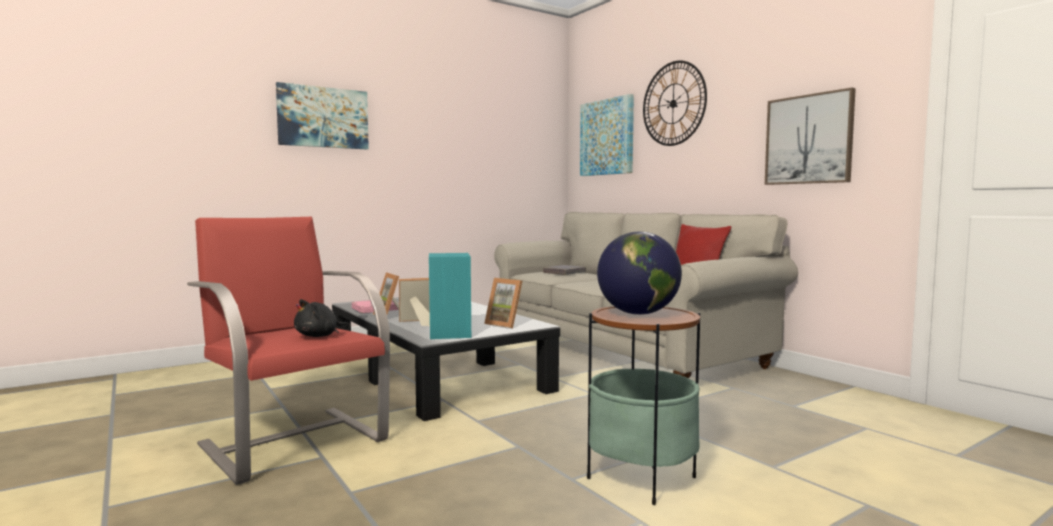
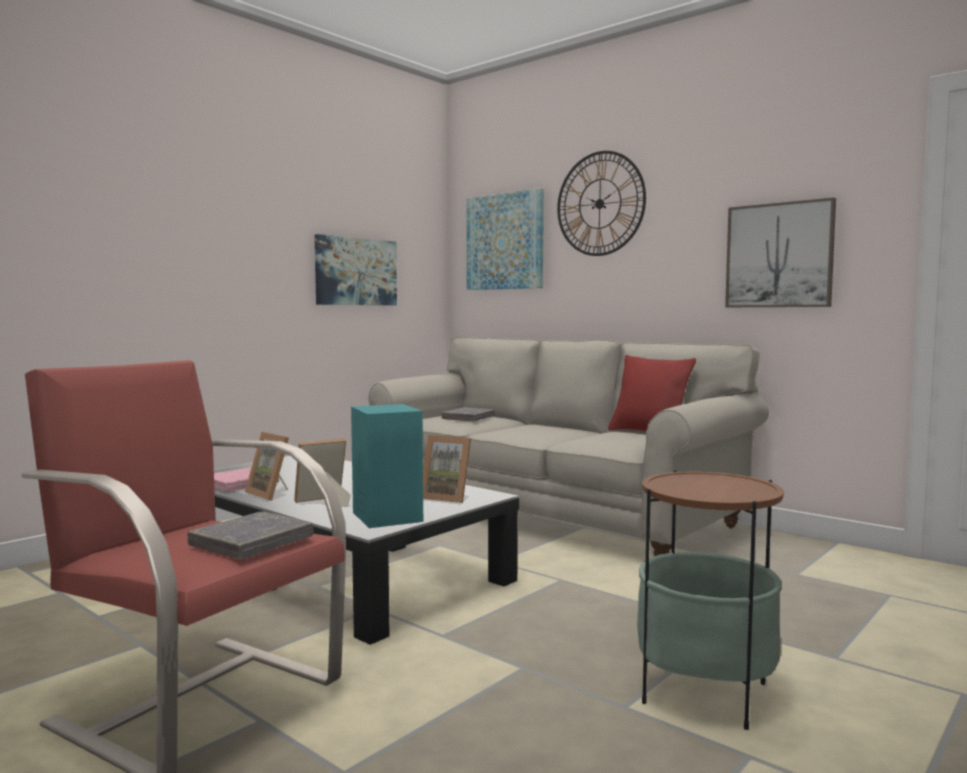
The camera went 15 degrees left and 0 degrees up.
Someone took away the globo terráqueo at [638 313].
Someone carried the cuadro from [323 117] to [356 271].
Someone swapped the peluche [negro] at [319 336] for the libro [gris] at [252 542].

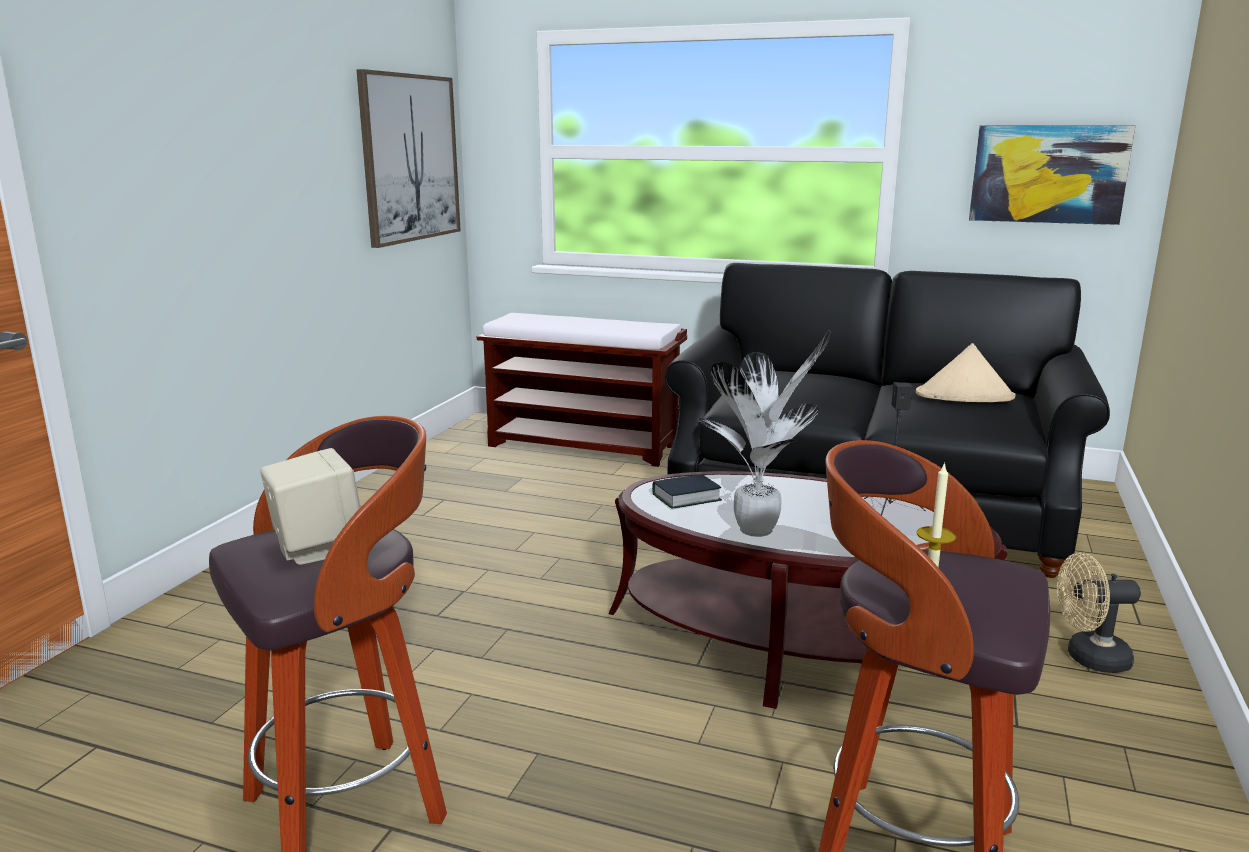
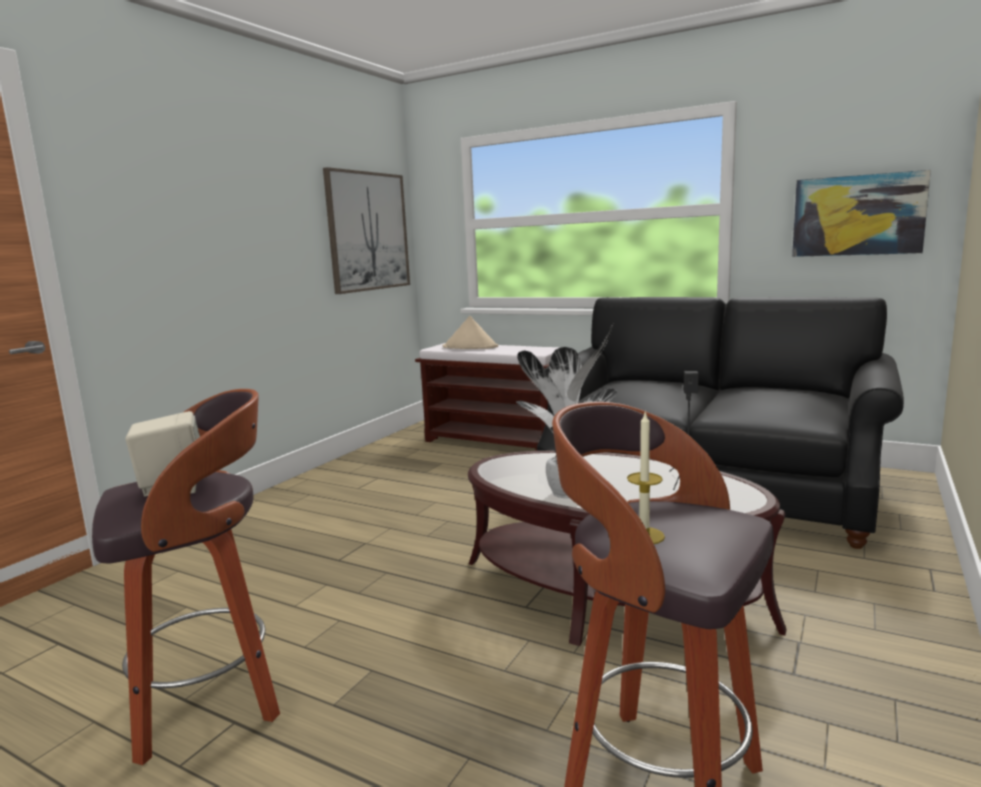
The camera went 10 degrees right and 5 degrees down.
Someone took away the libro at [686 497].
Someone took away the ventilador [beis] at [1088 658].
Someone carried the sombrero [beis] from [965 396] to [470 347].

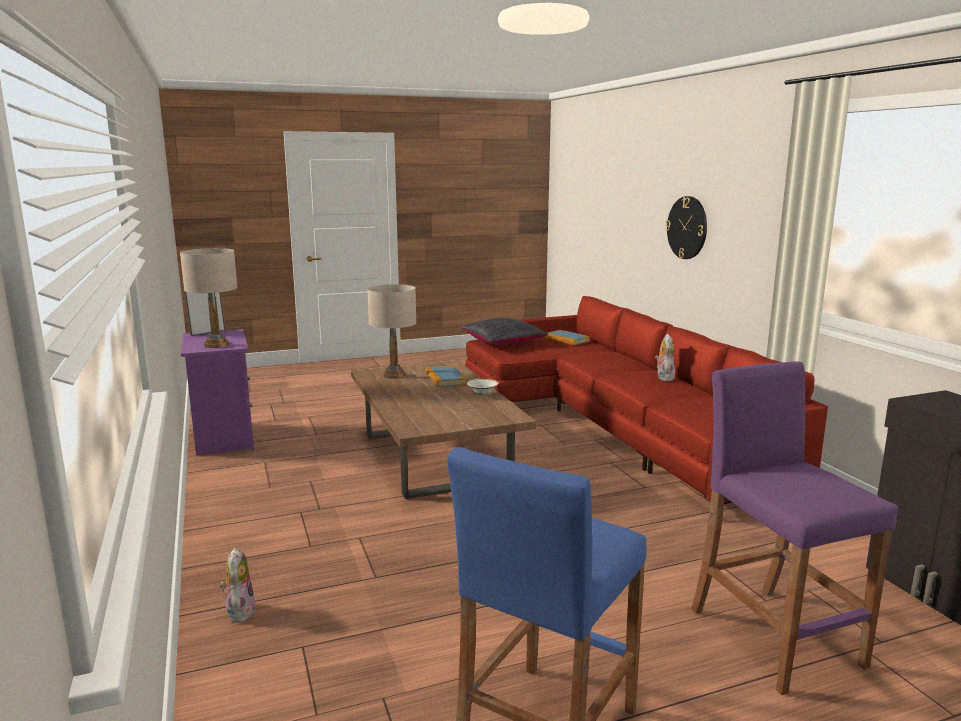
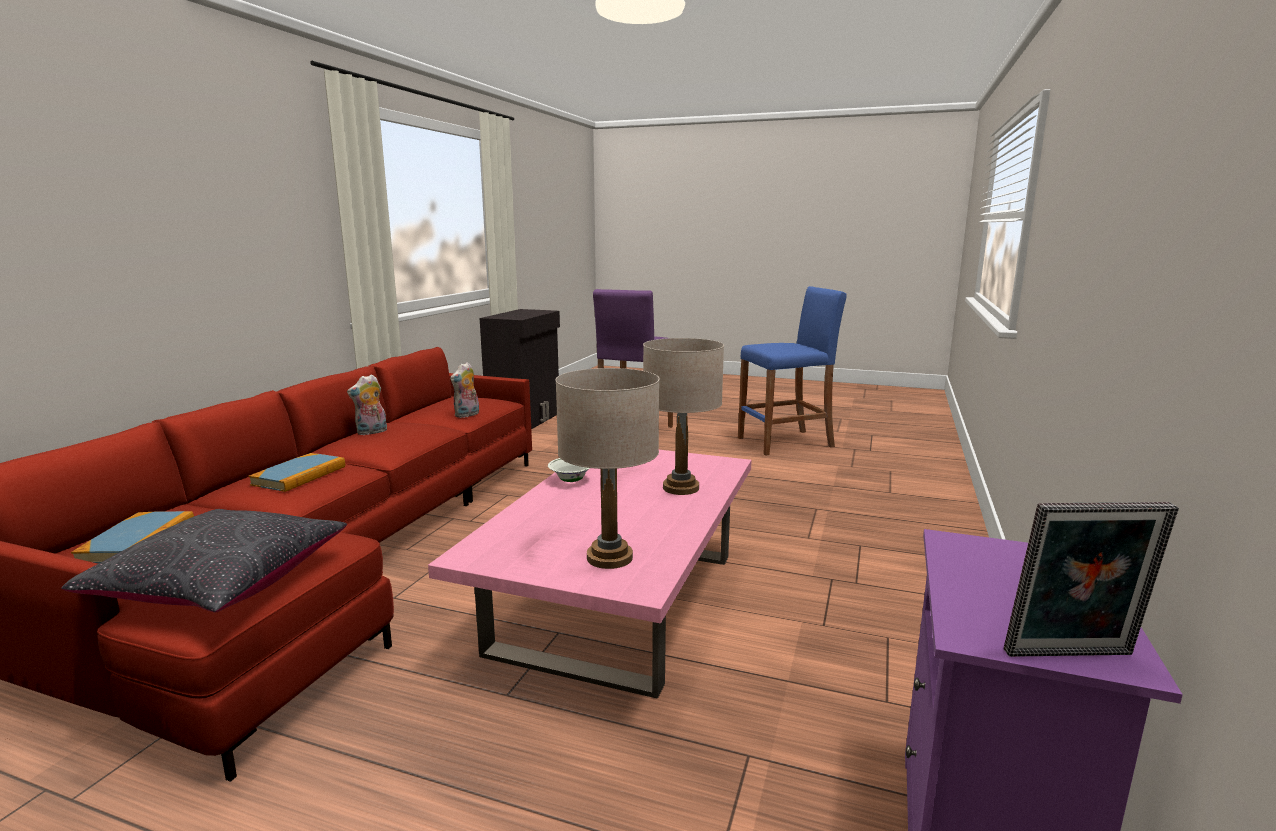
The camera went 140 degrees left and 0 degrees up.
Someone took away the reloj de pared at [687 227].
Someone carried the lámpara de mesa [beis] from [216 345] to [681 488].
Someone carried the peluche from [239 611] to [467 415].
Someone carried the libro from [445 379] to [299 475].
Someone repainted the mesa de centro [marrón] at [436 457], which became the mesa de centro [rosa] at [618 599].

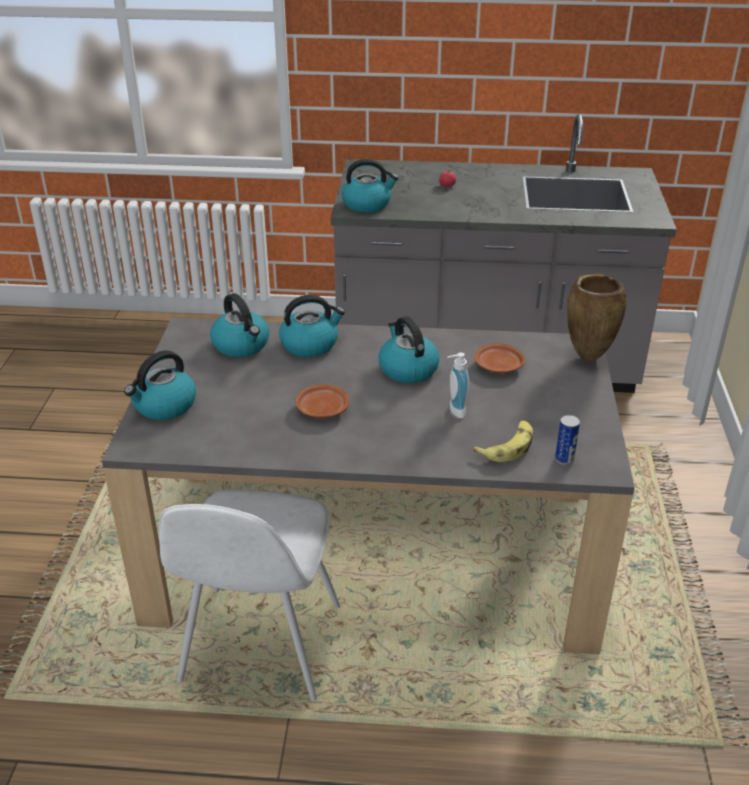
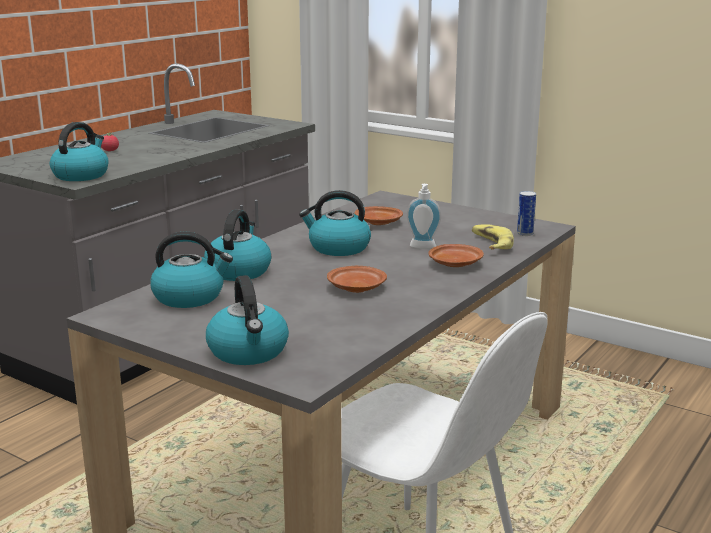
The camera went 60 degrees left and 15 degrees down.
Someone took away the florero [marrón] at [587 359].
Someone put down the plato [marrón] at [455 264].

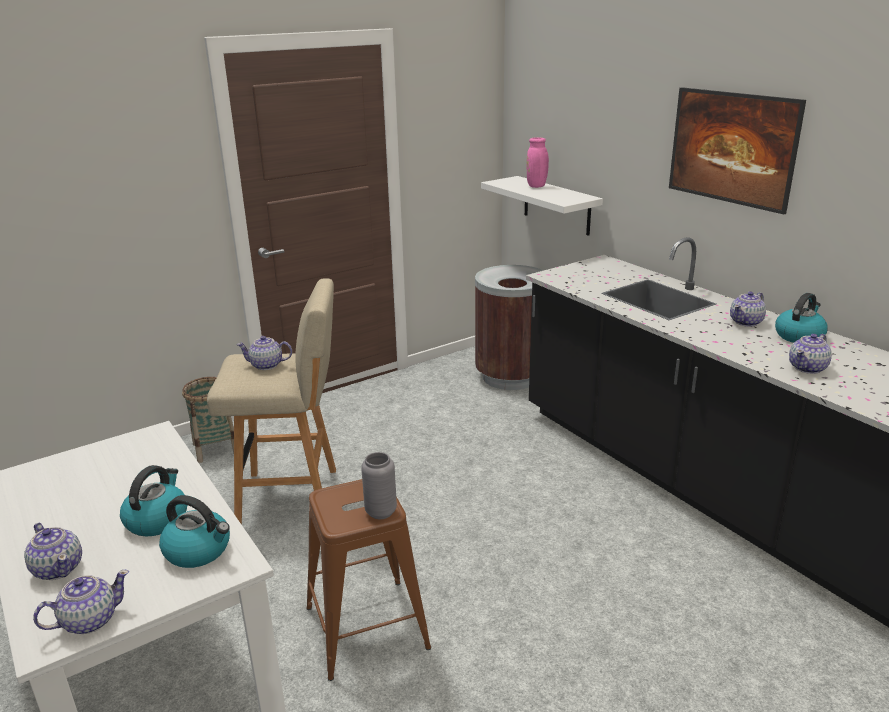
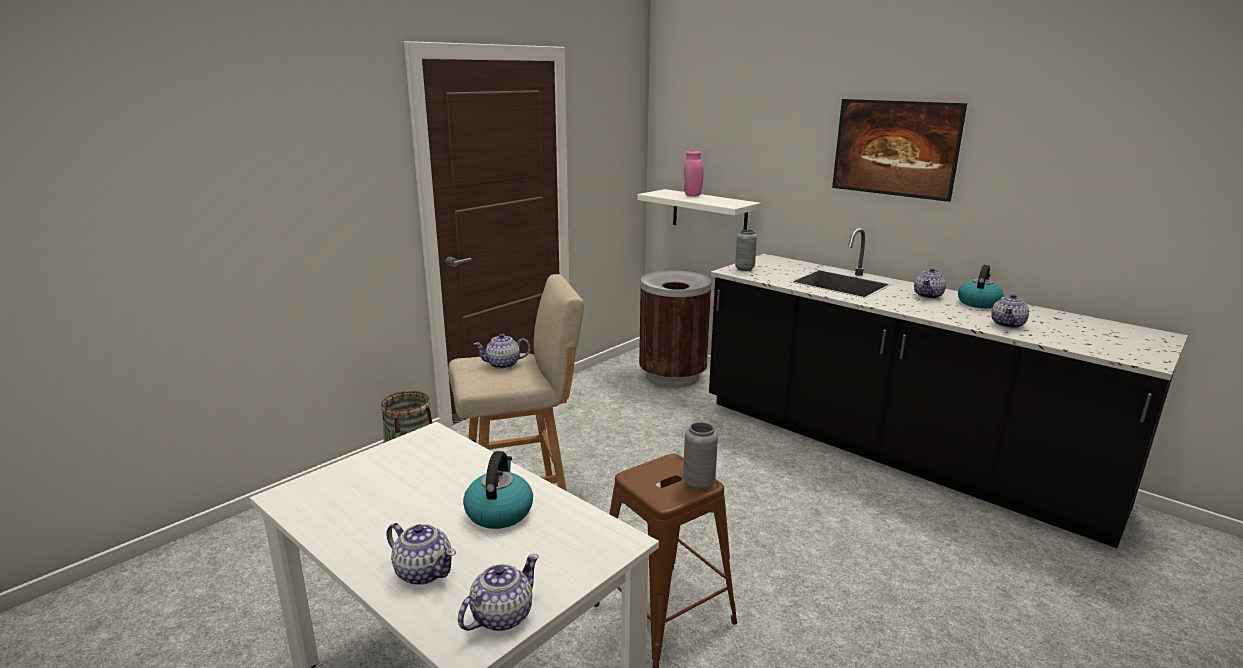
The camera went 15 degrees left and 5 degrees down.
Someone took away the hervidor at [199 550].
Someone put down the florero [gris] at [744 269].

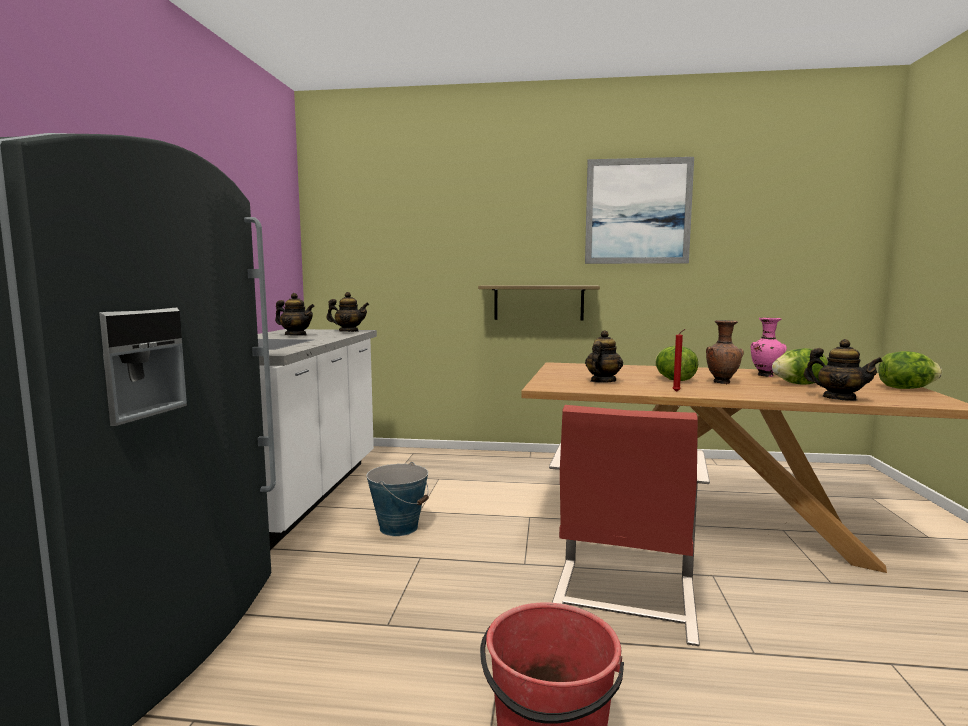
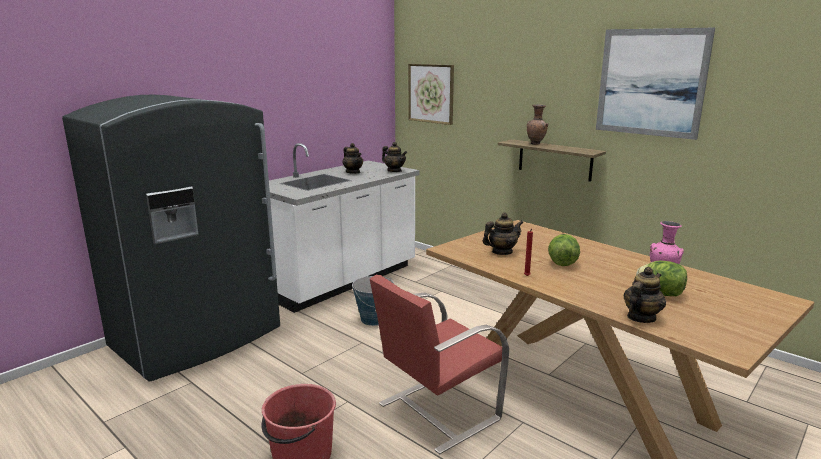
The camera went 35 degrees right and 10 degrees up.
Someone took away the lechuga at [905 388].
Someone put up the cuadro at [431 93].
Someone carried the florero [marrón] from [722 382] to [536 144].
Someone rotated the tetera at [839 398] by 120 degrees counterclockwise.

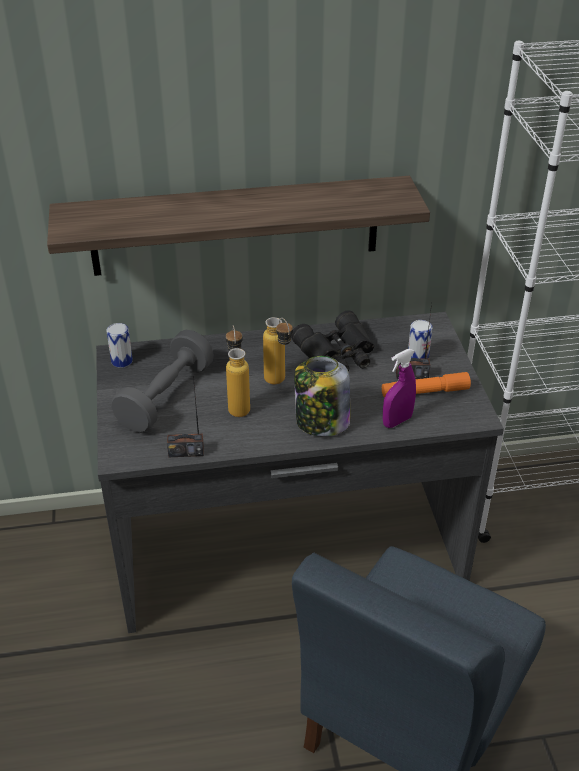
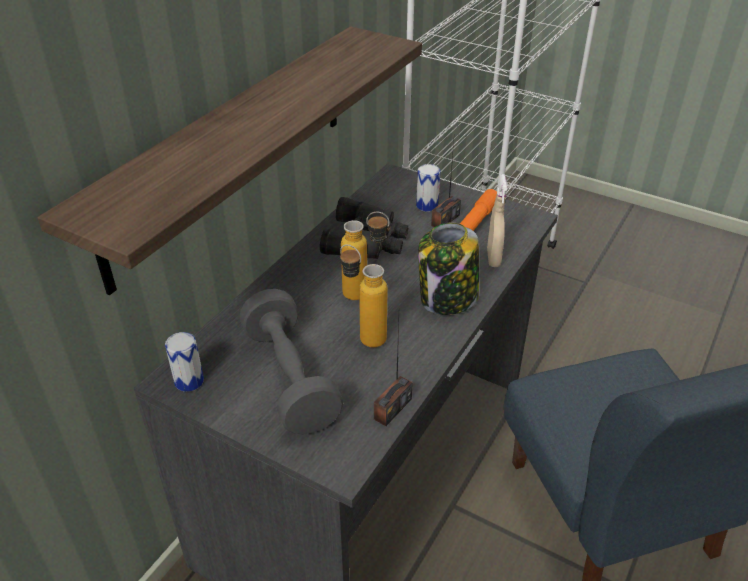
The camera went 50 degrees left and 0 degrees up.
Someone repainted the pulverizador [morado] at [397 421], which became the pulverizador [beis] at [493 258].

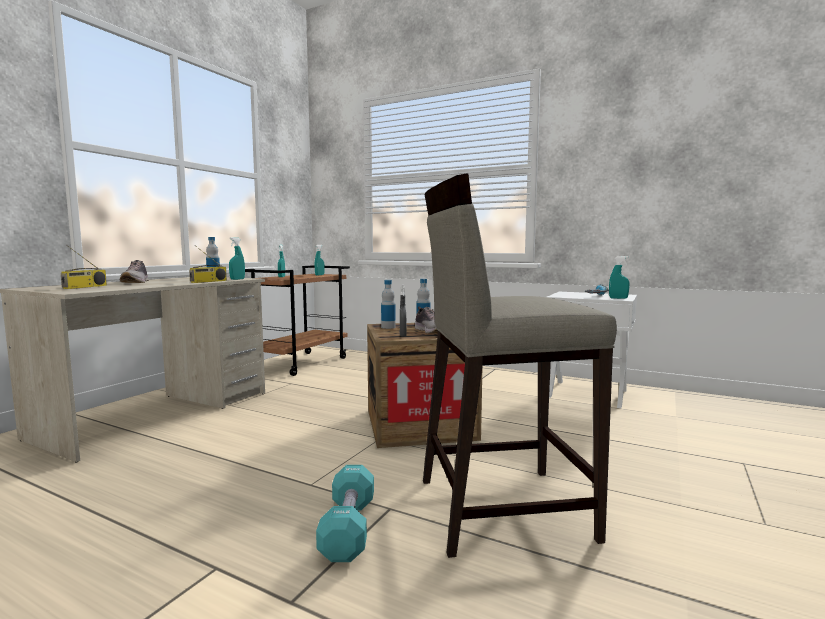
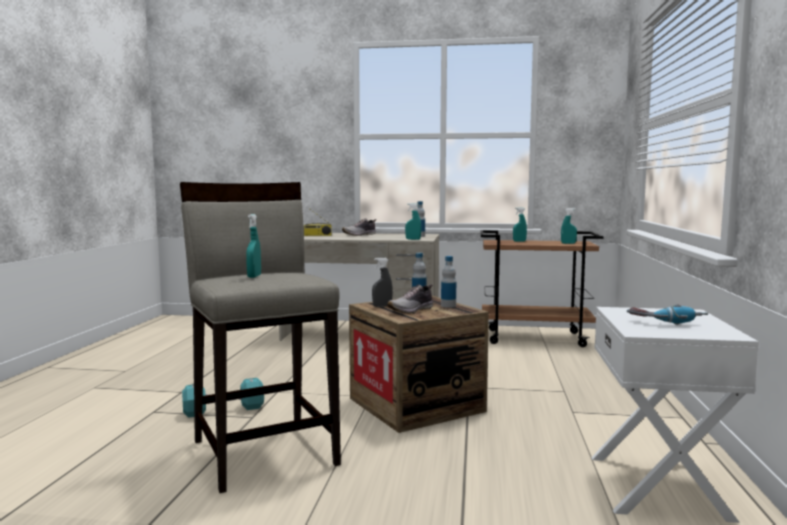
The camera went 70 degrees right and 0 degrees up.
Someone took away the radio at [208 281].
Someone carried the pulverizador [turquesa] from [618 298] to [254 276].

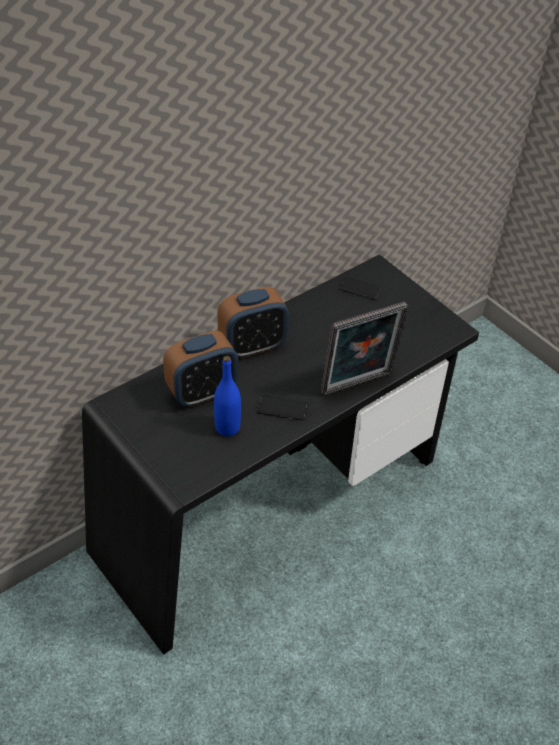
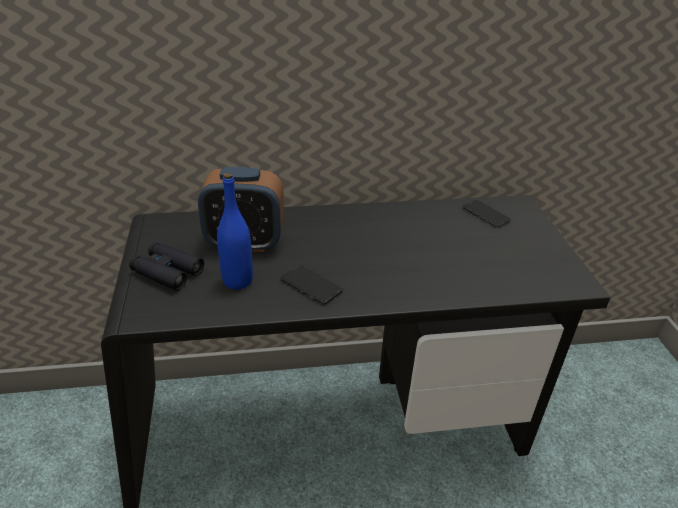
The camera went 30 degrees right and 10 degrees down.
Someone took away the despertador at [253 346].
Someone took away the portarretratos at [358 385].
Someone put down the prismáticos [negro] at [167 272].

